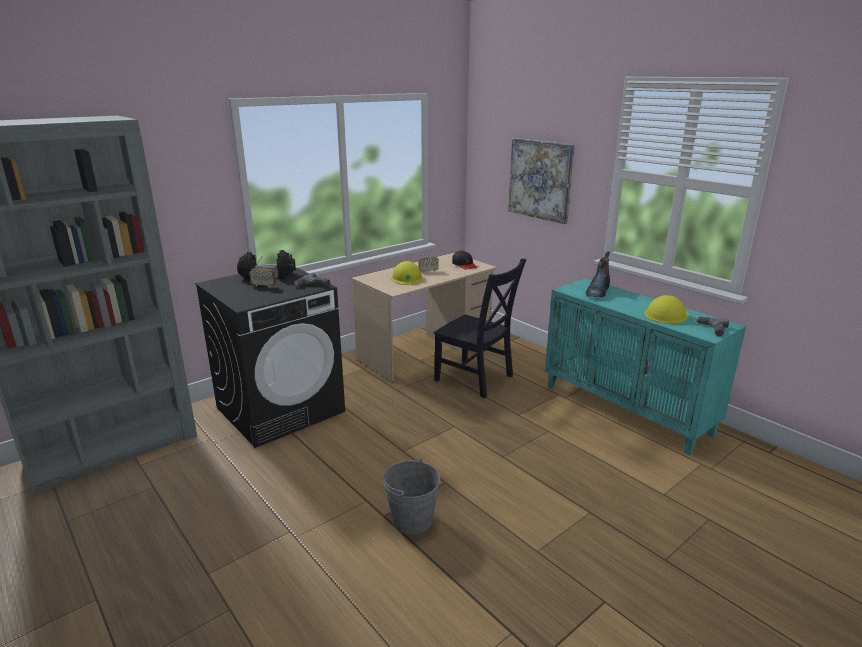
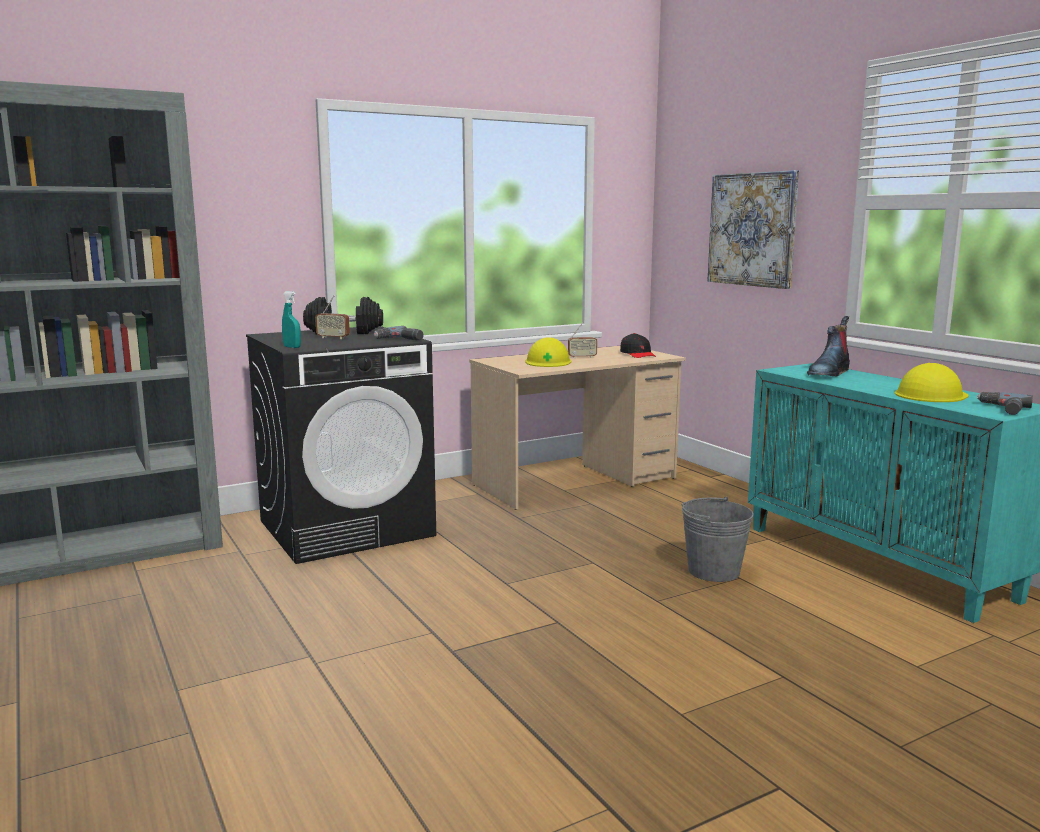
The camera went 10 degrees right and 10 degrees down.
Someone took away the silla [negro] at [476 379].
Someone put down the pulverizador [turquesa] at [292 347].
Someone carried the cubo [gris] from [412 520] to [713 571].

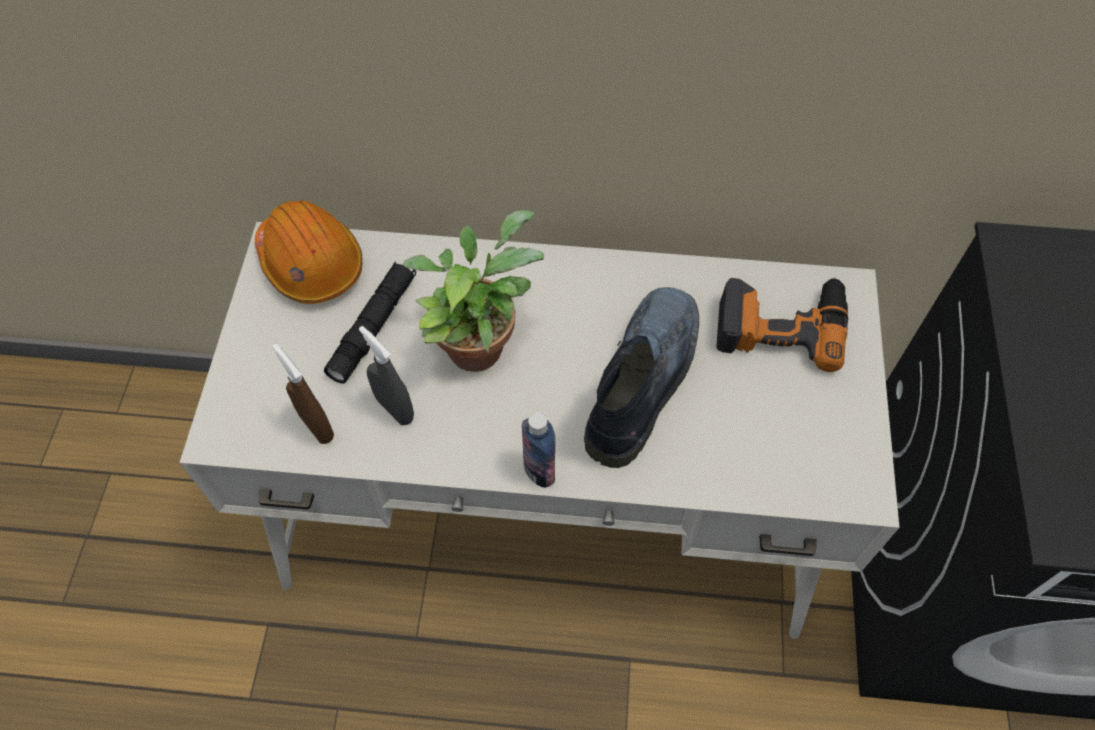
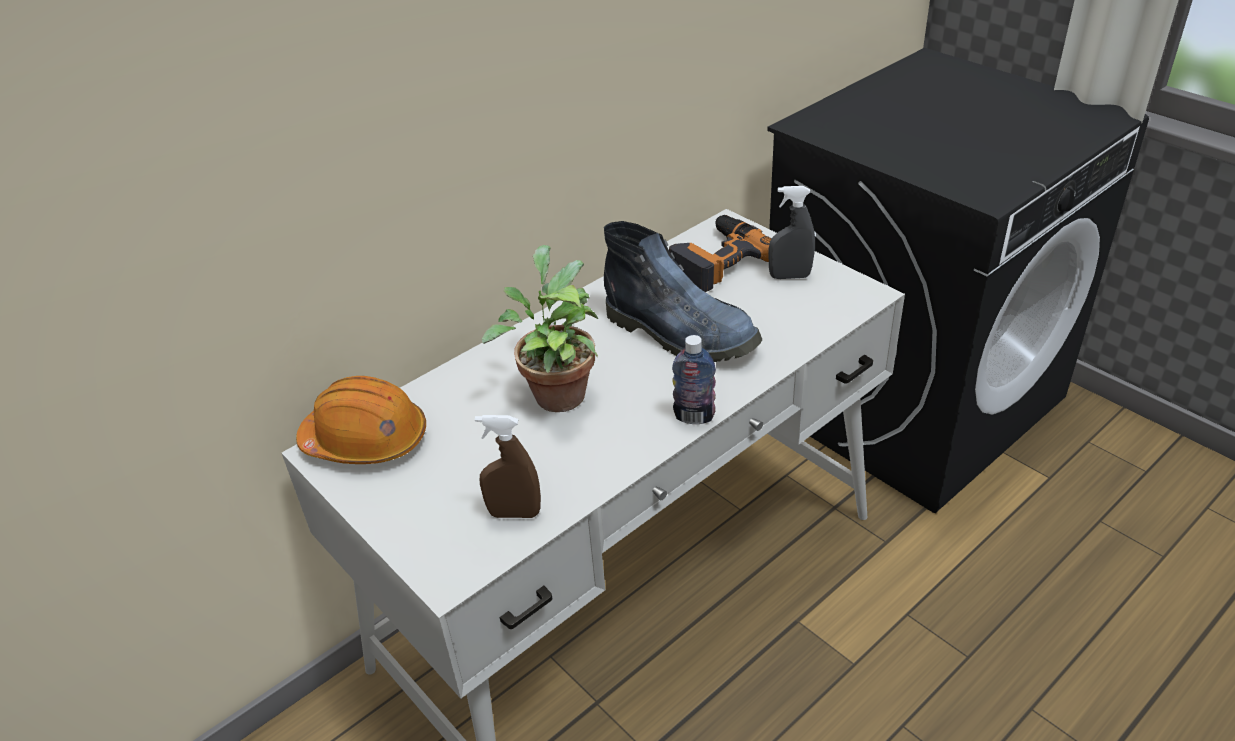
The camera went 45 degrees left and 20 degrees down.
Someone took away the linterna [negro] at [373 327].
Someone carried the pulverizador [gris] from [394 409] to [789 276].
Someone rotated the bota at [642 378] by 150 degrees clockwise.

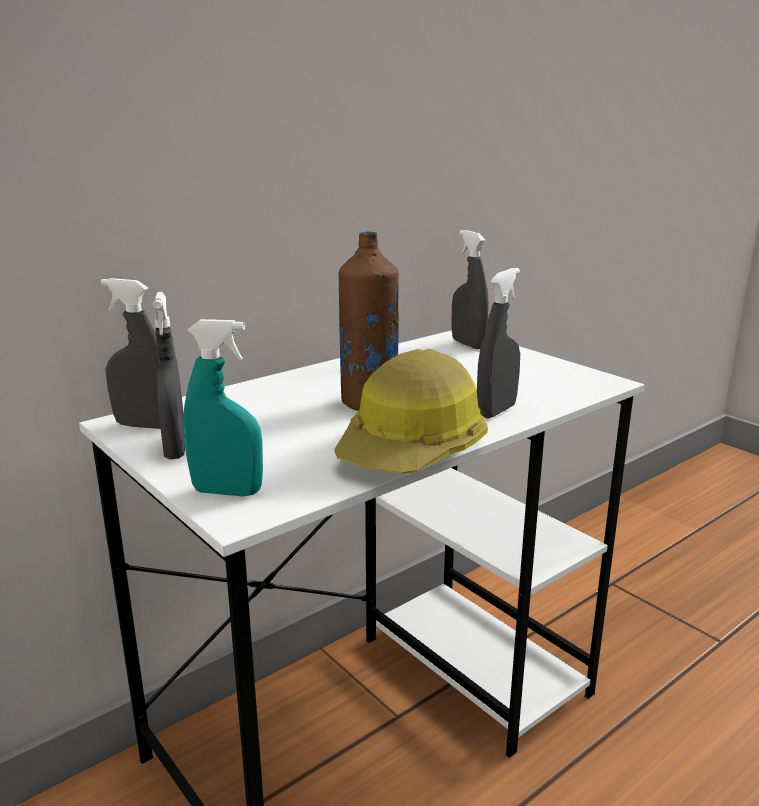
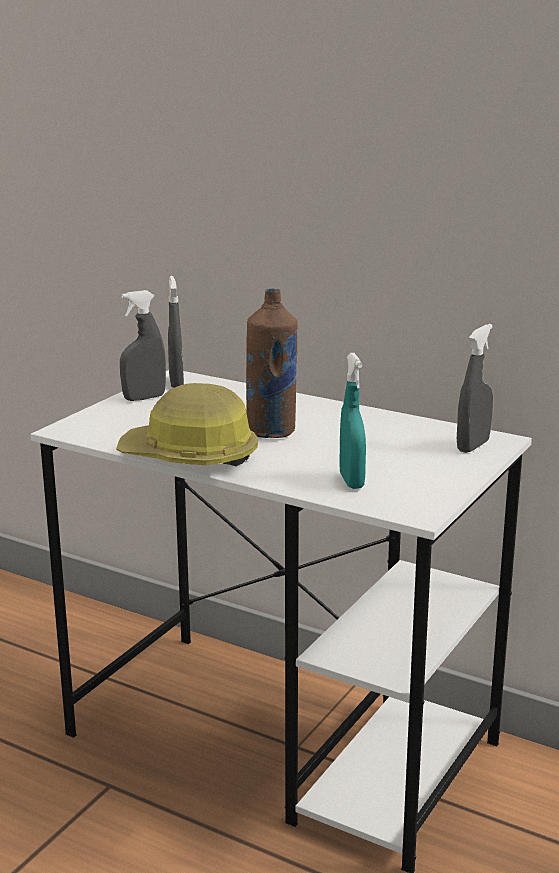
The camera went 70 degrees right and 0 degrees up.
Someone took away the pulverizador [gris] at [496 411].
Someone carried the pulverizador [turquesa] from [227 492] to [351 481].

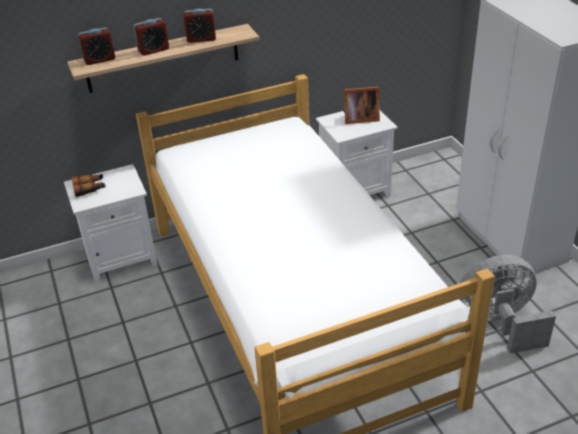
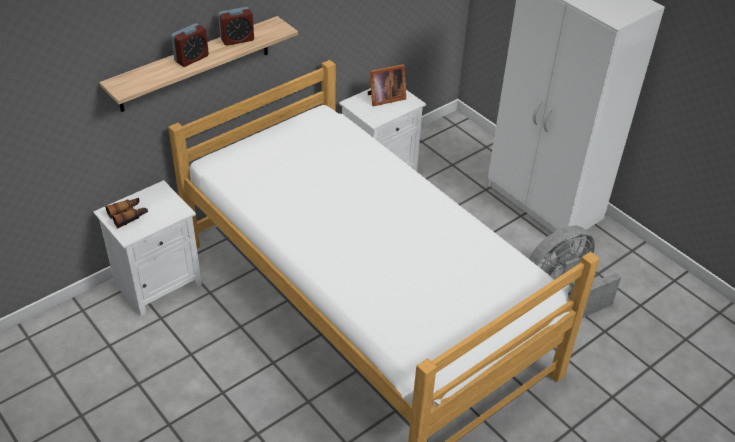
The camera went 20 degrees left and 5 degrees up.
Someone took away the despertador at [99 60].

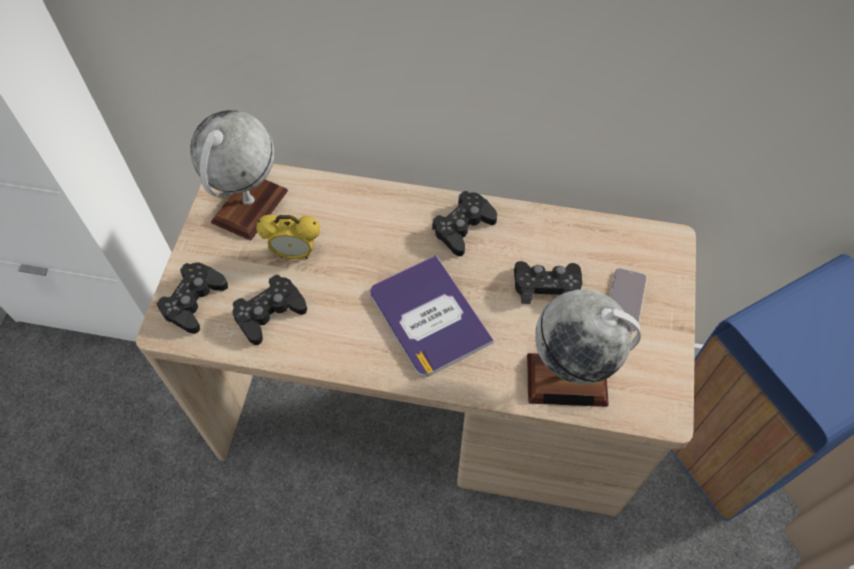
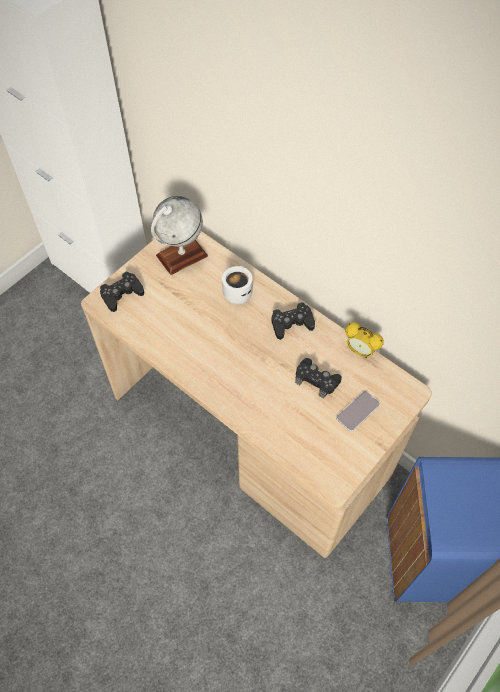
The camera went 30 degrees right and 0 degrees up.
Someone took away the mando de consola [negro] at [270 313].
Someone took away the libro at [428 316].
Someone took away the globo terráqueo at [567 379].
Someone put down the taza grande [blanco] at [236 291].
Someone carried the despertador from [295 253] to [360 351].

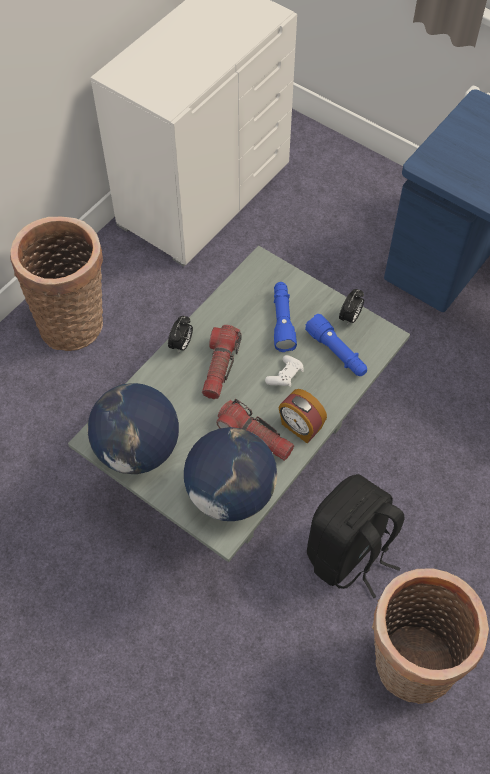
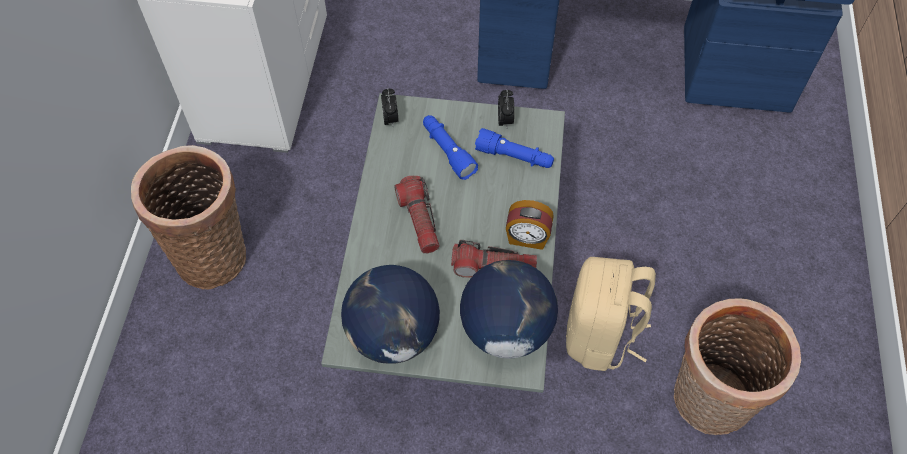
The camera went 30 degrees left and 0 degrees up.
Someone took away the mando de consola [blanco] at [285 376].
Someone carried the despertador from [181 345] to [390 119].
Someone repainted the mochila [negro] at [349 554], which became the mochila [beis] at [600 335].

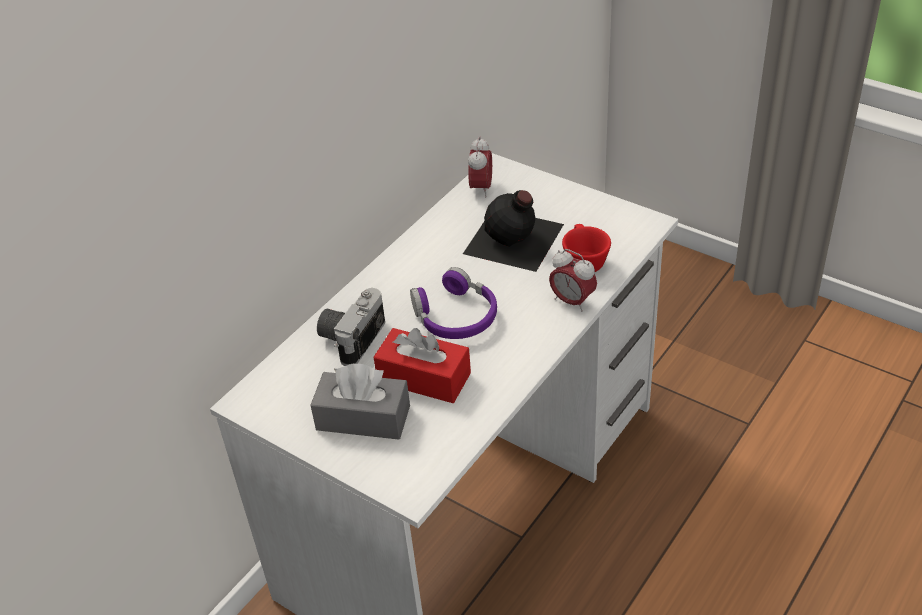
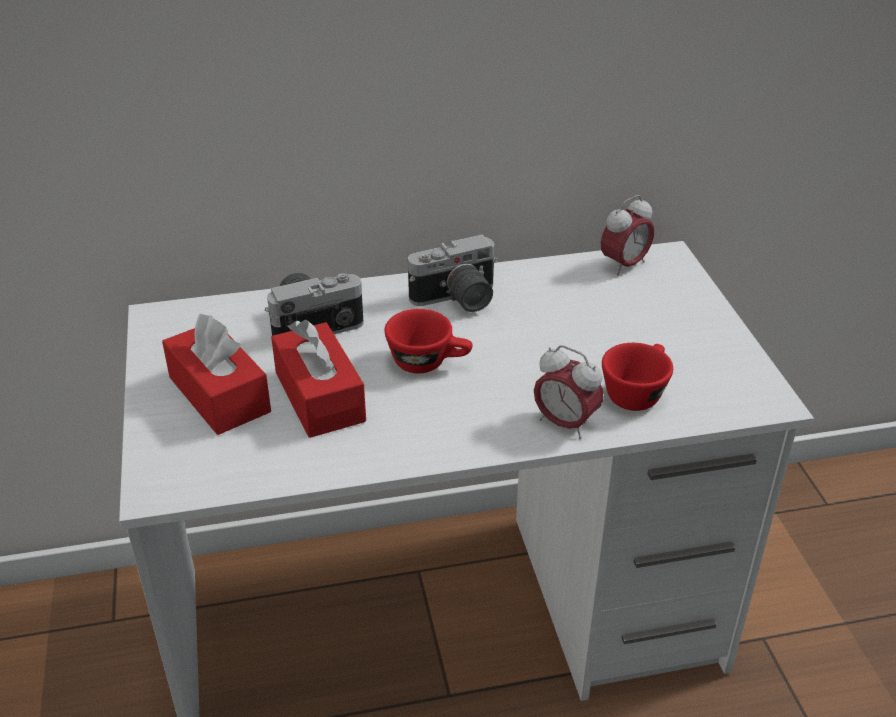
The camera went 40 degrees right and 5 degrees down.
Someone took away the botella [negro] at [514 240].
Someone put down the cámara at [457 300].
Someone swapped the auriculares [morado] at [455 316] for the taza [rojo] at [429 362].
Someone repainted the caja de pañuelos [gris] at [363 418], which became the caja de pañuelos [rojo] at [219 394].
Someone rotated the despertador at [572 301] by 45 degrees counterclockwise.

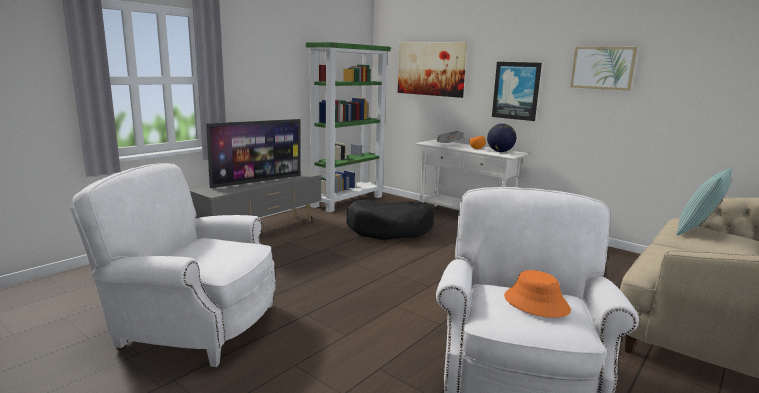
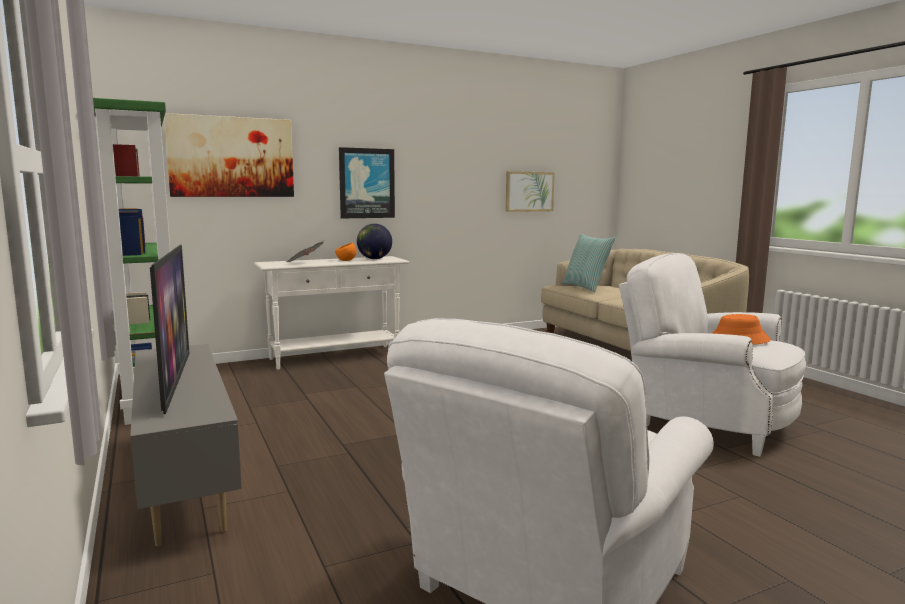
The camera went 65 degrees left and 5 degrees down.
Someone took away the cama para perro [negro] at [390 229].
Someone carried the cuadro from [602 68] to [529 191].

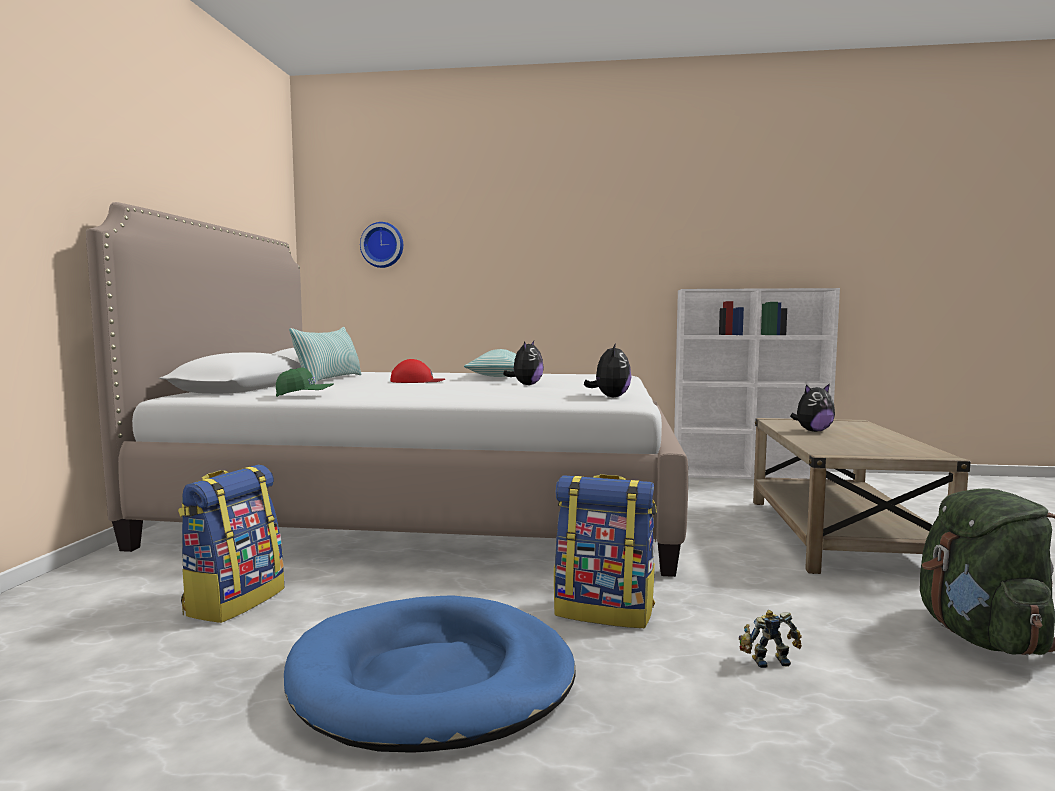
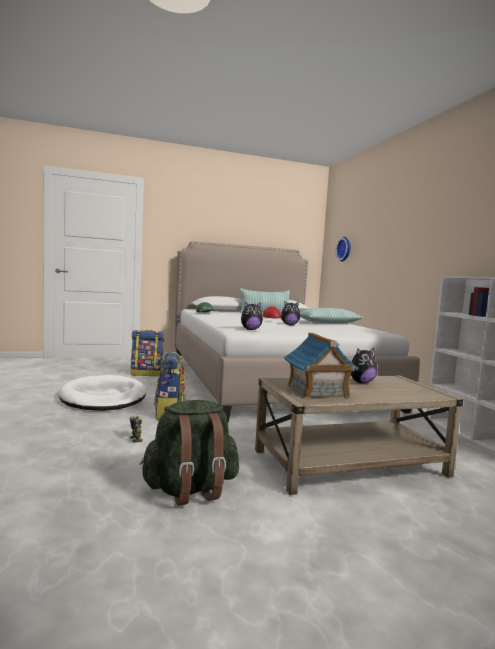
The camera went 65 degrees right and 0 degrees up.
Someone put down the casita at [317 391].
Someone repainted the cama para perro [azul] at [432 680], which became the cama para perro [blanco] at [103 398].
Someone rotated the peluche at [813 431] by 75 degrees counterclockwise.

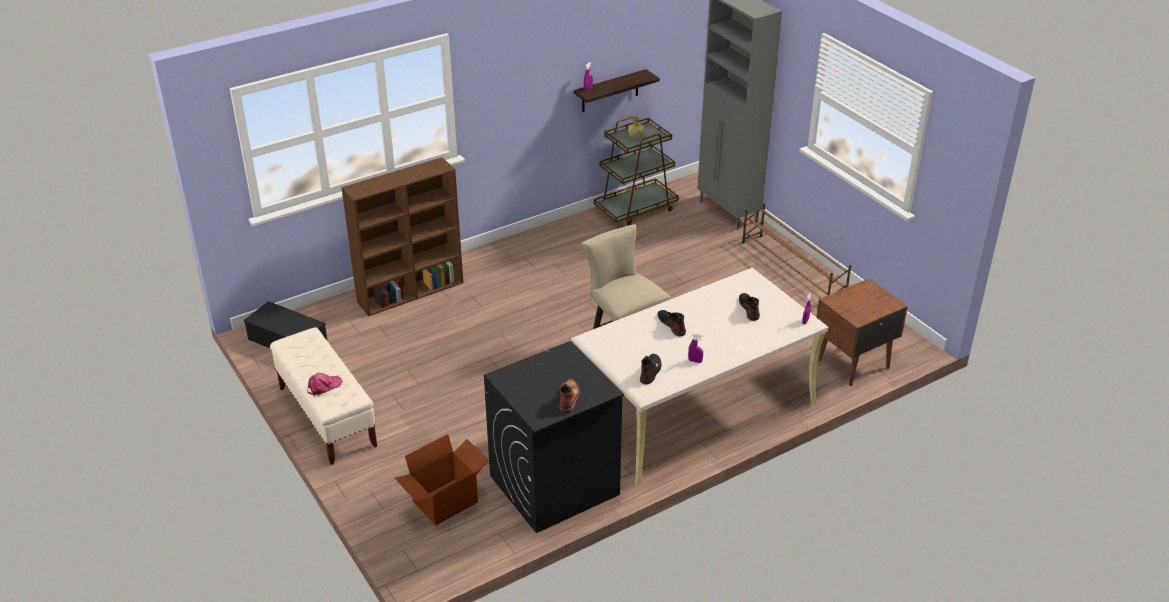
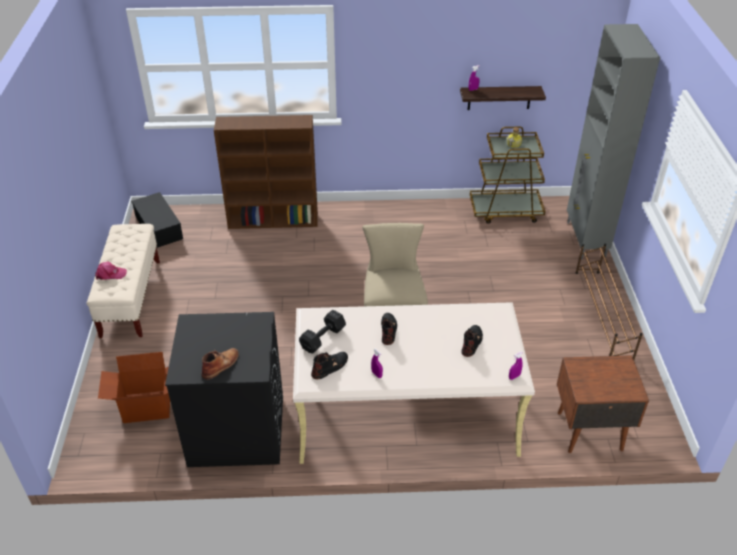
The camera went 30 degrees right and 5 degrees up.
Someone put down the mancuerna [negro] at [324 338].

